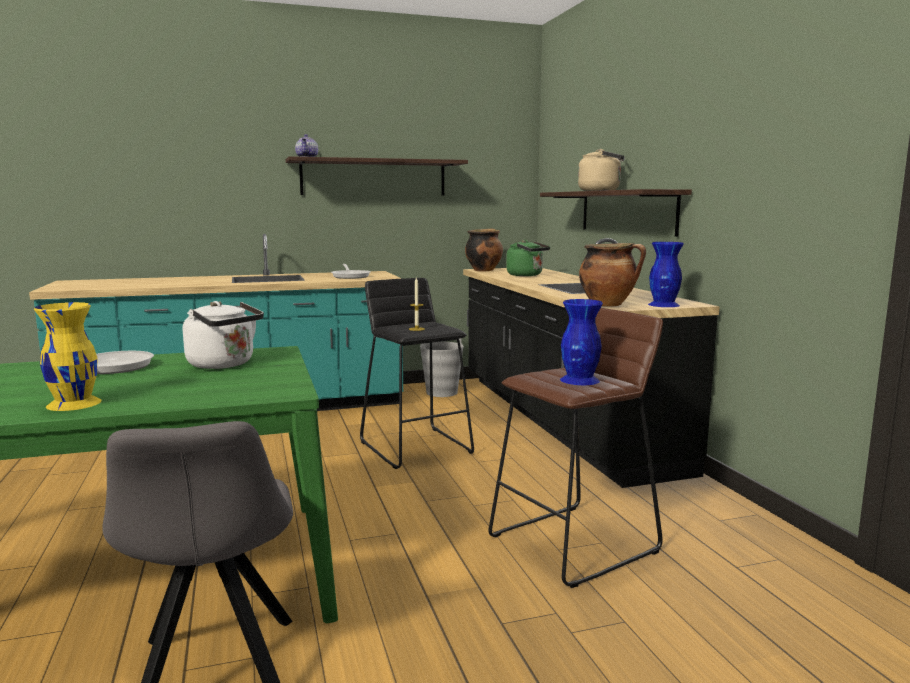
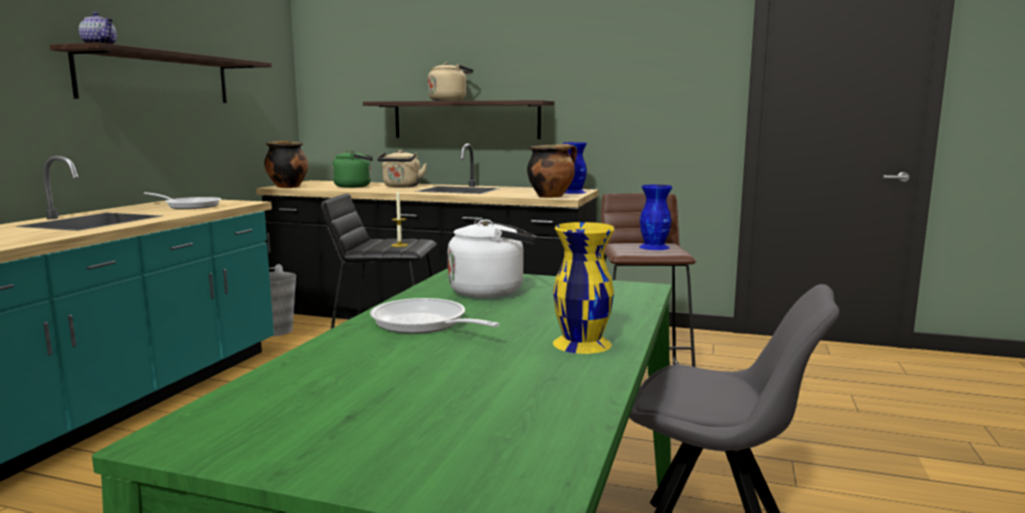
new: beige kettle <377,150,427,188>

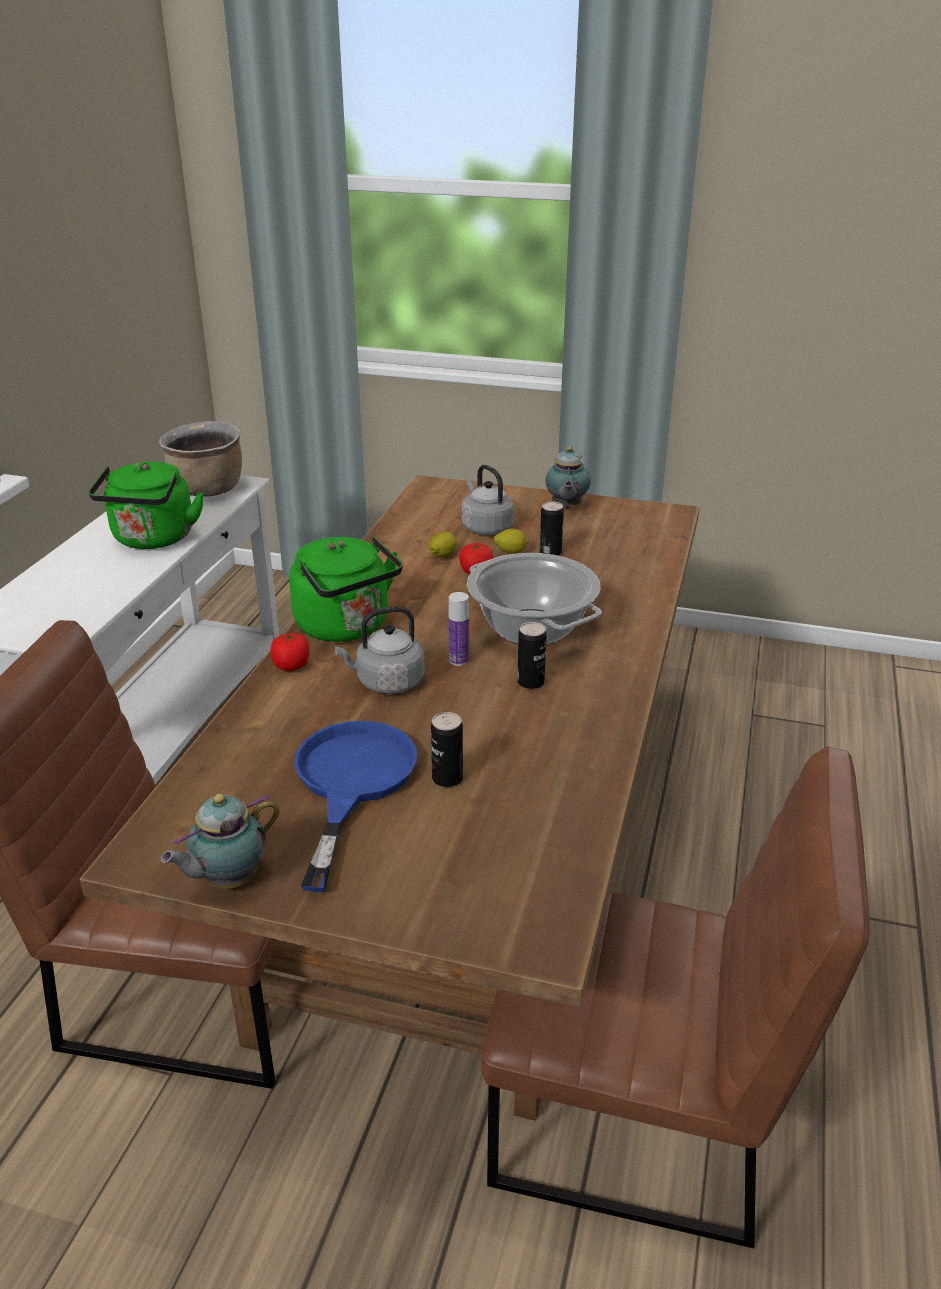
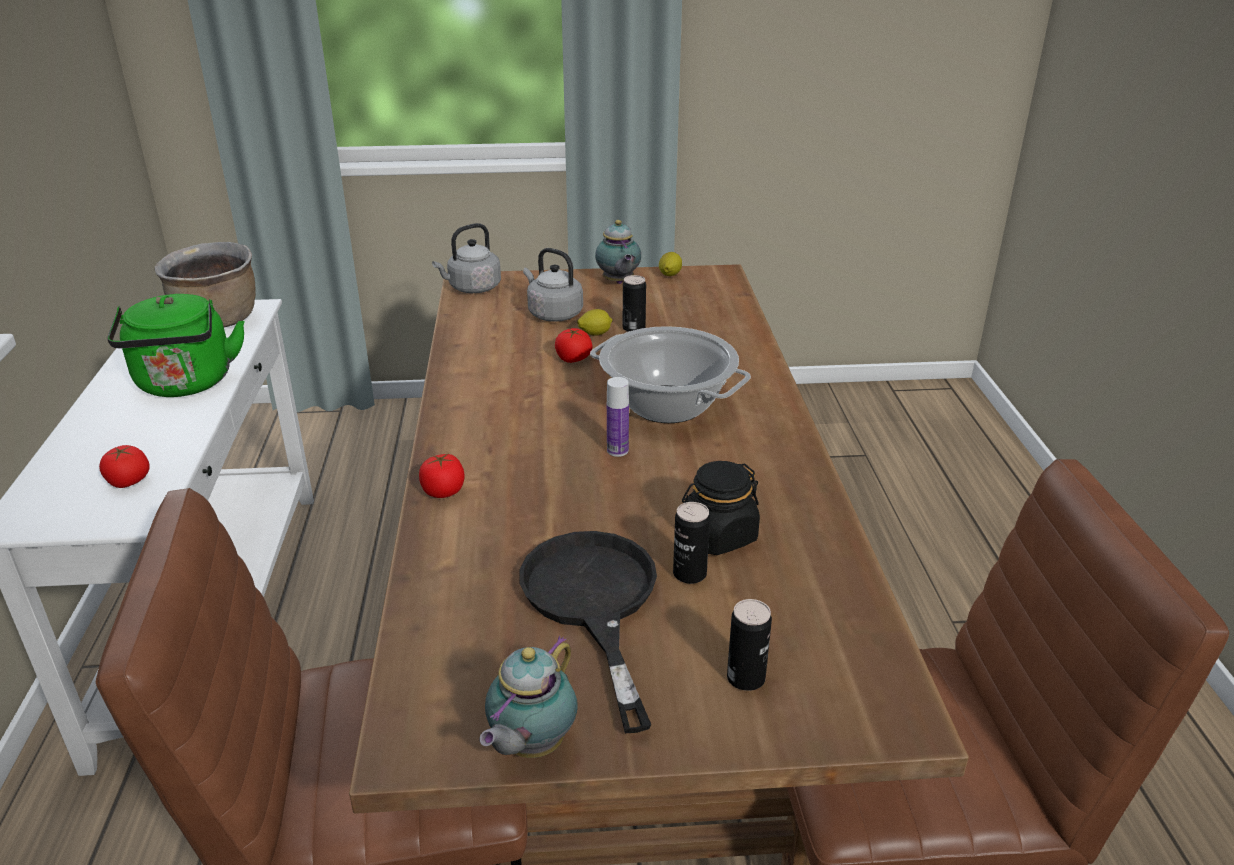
gone: green kettle <289,536,403,642>
new: tomato <99,445,150,488>; black jar <682,461,760,555>
shifted: grey kettle <335,606,425,694> to <432,223,501,293>; lemon <430,531,457,558> to <659,252,682,276>; can <517,622,547,689> to <727,599,772,691>
repainted: blue frying pan <294,721,417,892> to black frying pan <519,531,657,733>

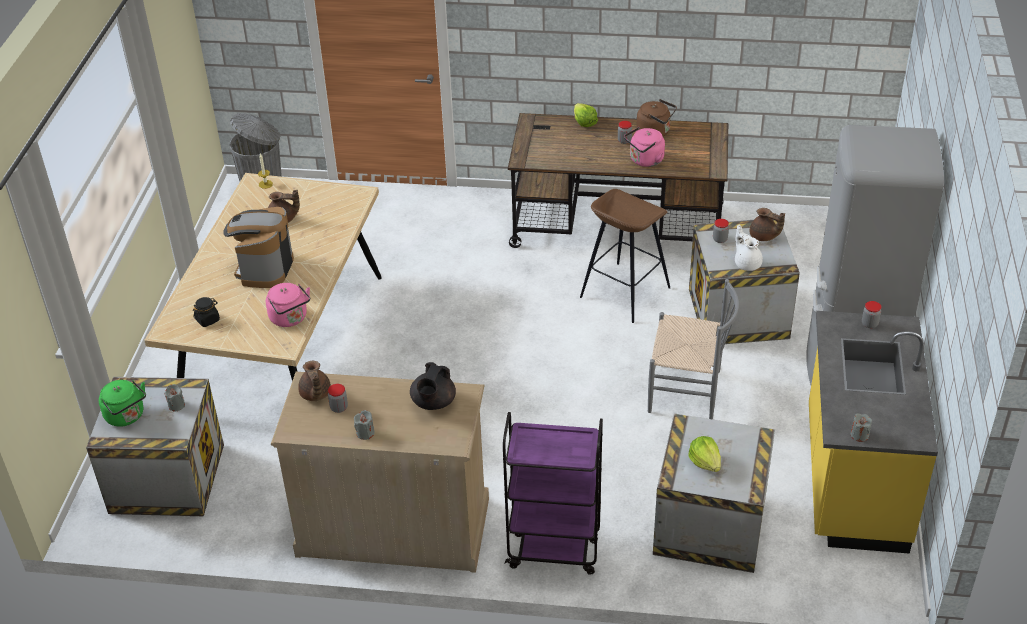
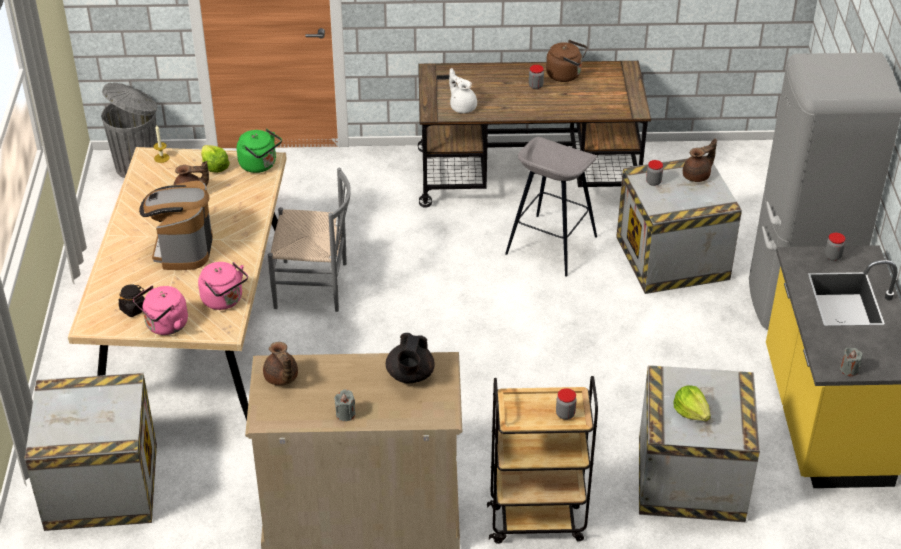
gone: grey candle <164,384,185,412>
shifted: green kettle <99,380,146,427> to <237,129,282,173>; jar <328,384,348,413> to <556,388,577,420>; lettuce <574,103,598,127> to <201,145,230,173>; pink kettle <624,127,665,167> to <133,286,188,335>; grey chair <648,279,739,419> to <268,168,351,312>; white teapot <735,225,763,271> to <449,68,477,113>
repainted: purple cart <503,412,603,575> to brown cart <487,376,598,544>; brown stool <580,189,670,323> to grey stool <505,137,597,276>
rotated: brown teapot <750,208,785,241> = <683,138,717,182> 60 degrees counterclockwise

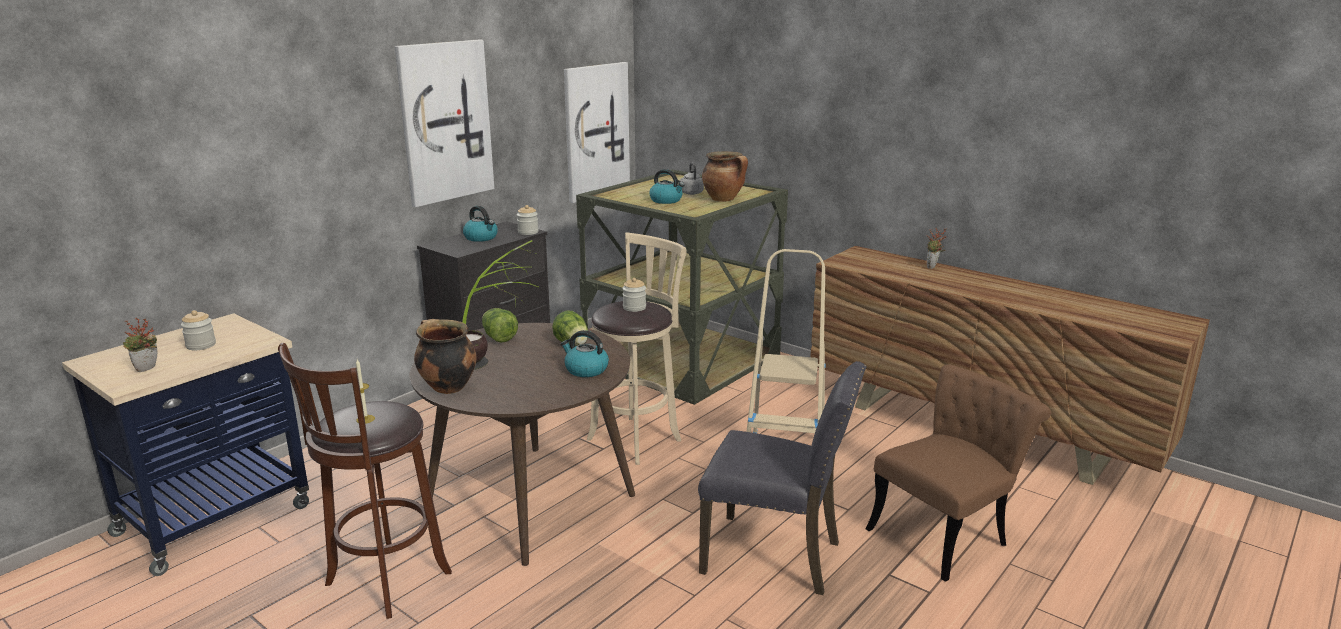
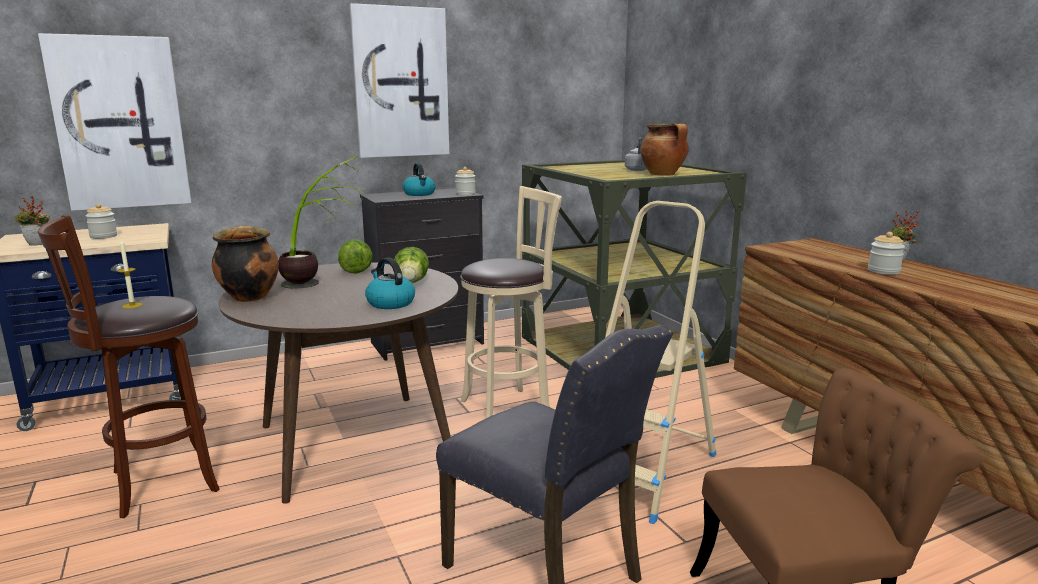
gone: kettle <649,169,684,204>
shifted: picture <564,62,630,203> to <38,33,192,211>; jar <622,278,646,312> to <868,232,905,275>

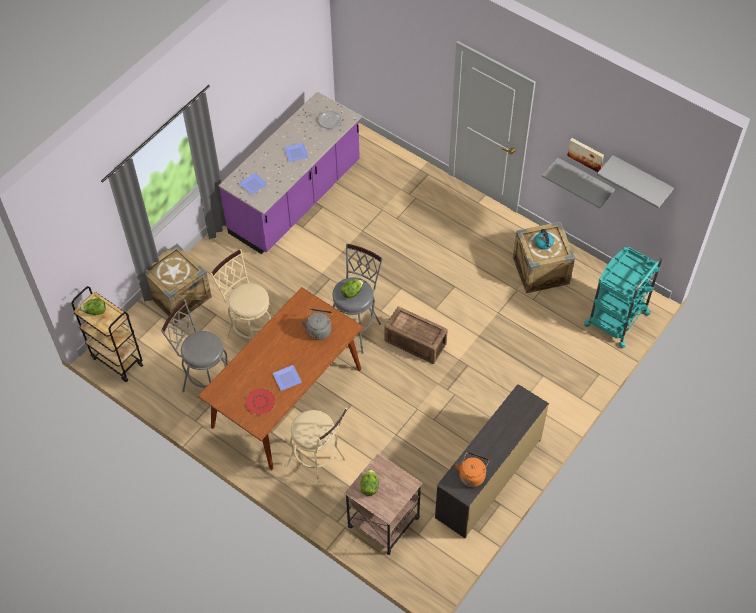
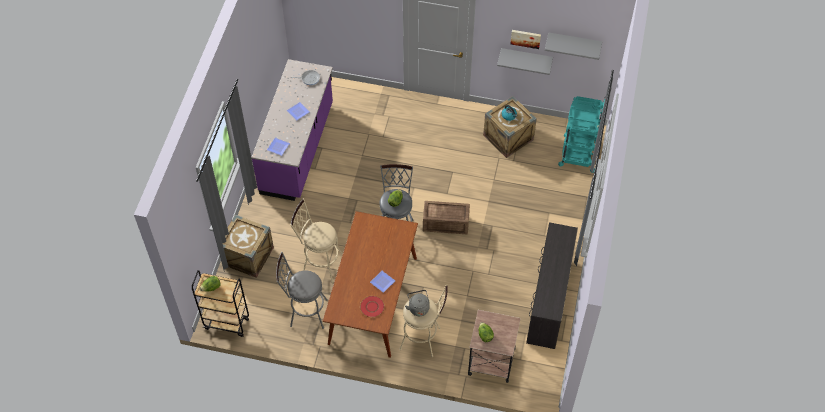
gone: orange kettle <455,452,489,487>
shifted: grey kettle <301,309,332,340> to <405,290,430,316>

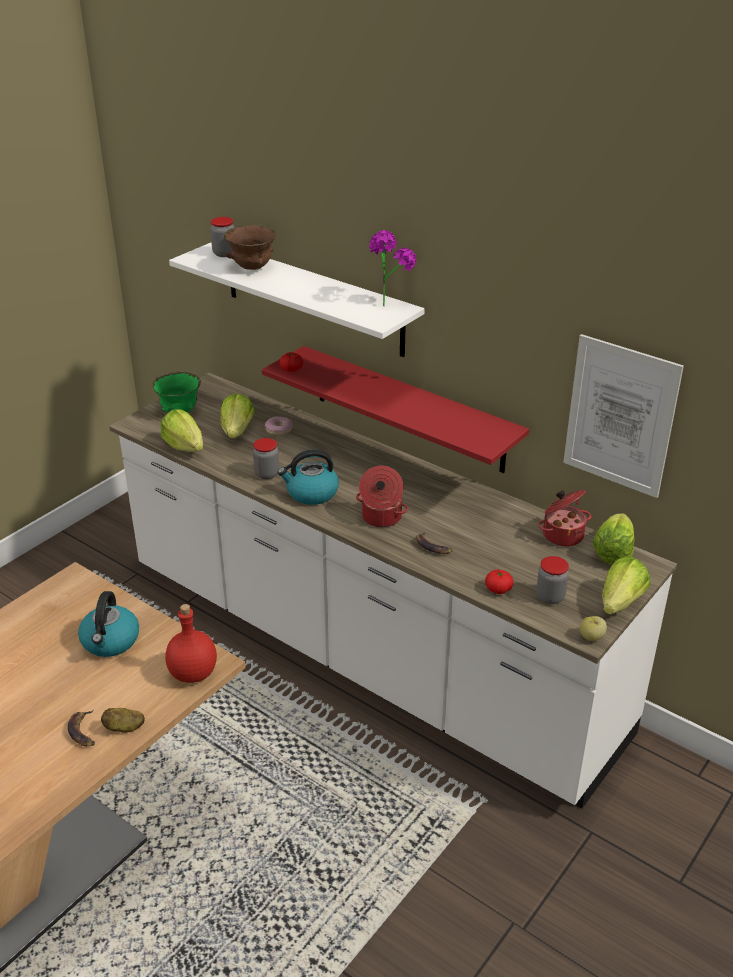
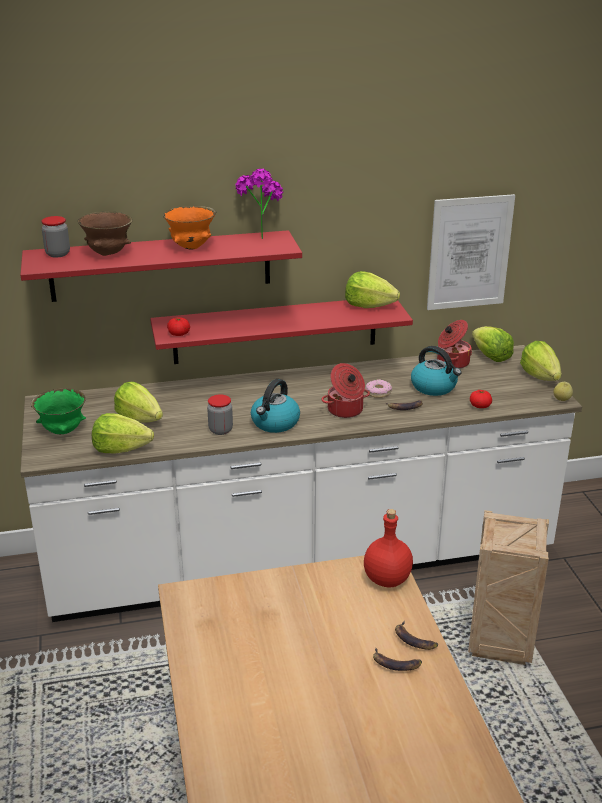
gone: jar <536,556,569,604>
new: orange bowl <163,206,216,249>; lettuce <345,271,400,308>; crate <468,510,549,665>
shifted: kettle <78,591,139,657> to <411,346,461,396>; donut <265,416,292,436> to <366,379,392,398>
swapped: potato <101,708,145,733> to banana <395,621,438,650>
repainted: white shelf <169,243,425,357> to red shelf <20,230,302,302>

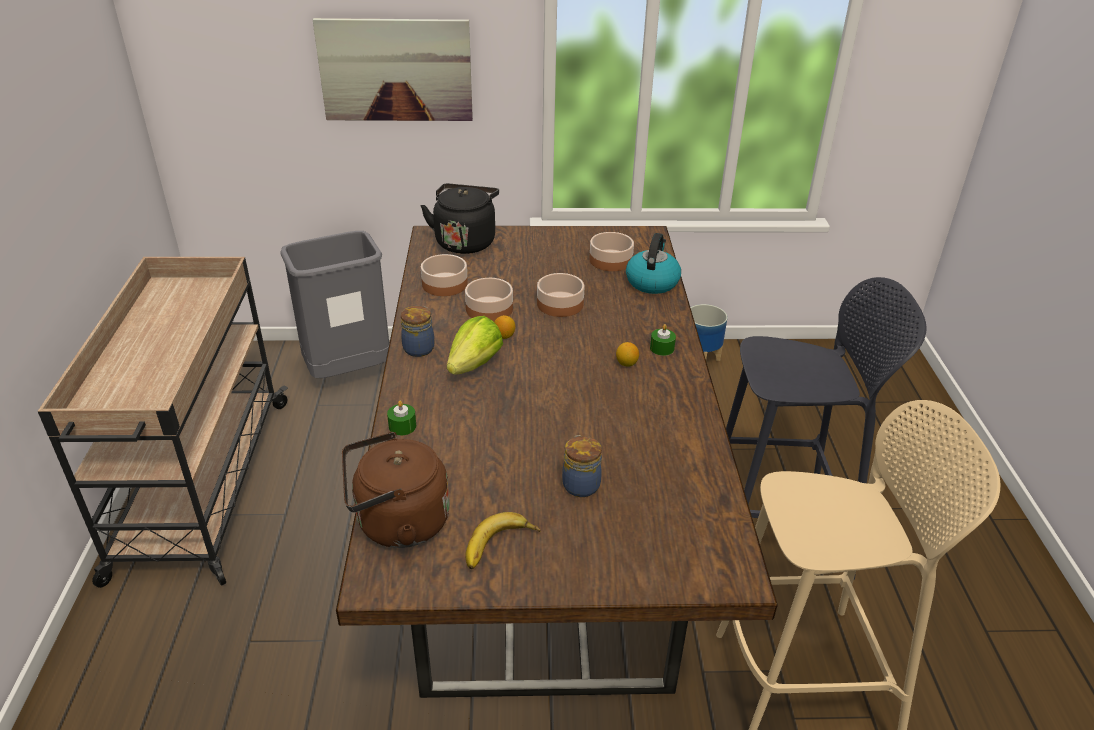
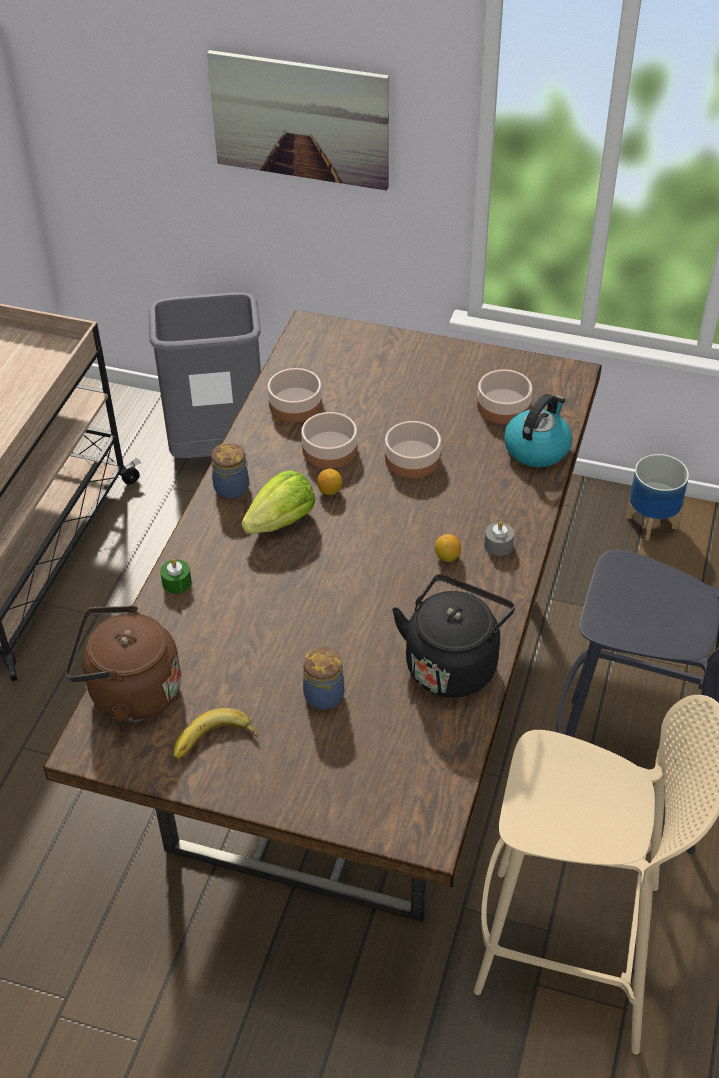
shifted: black kettle <421,184,499,254> to <392,574,515,698>
repainted: green candle <650,324,676,356> to grey candle <484,521,514,556>

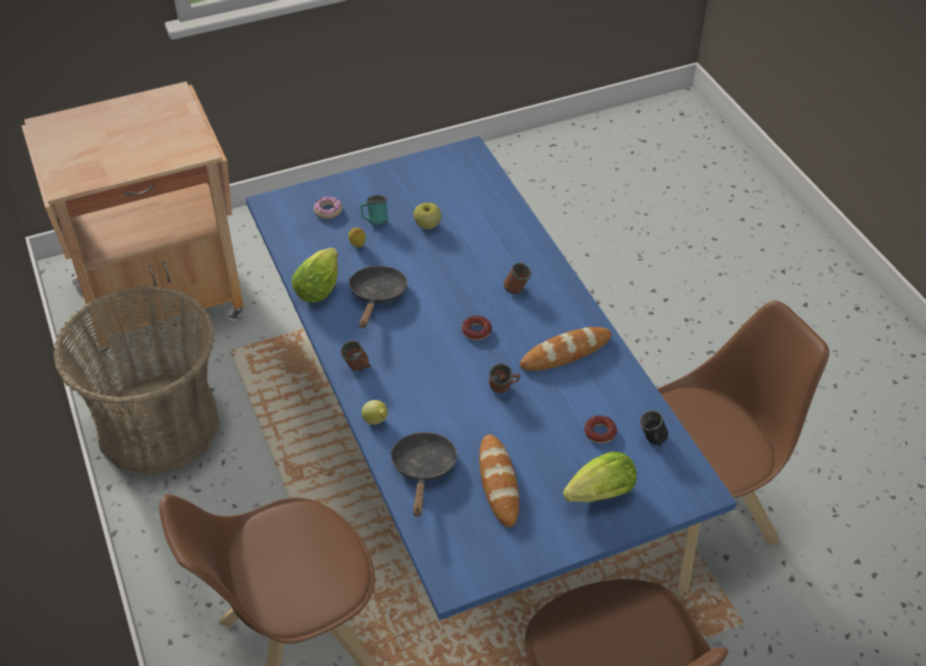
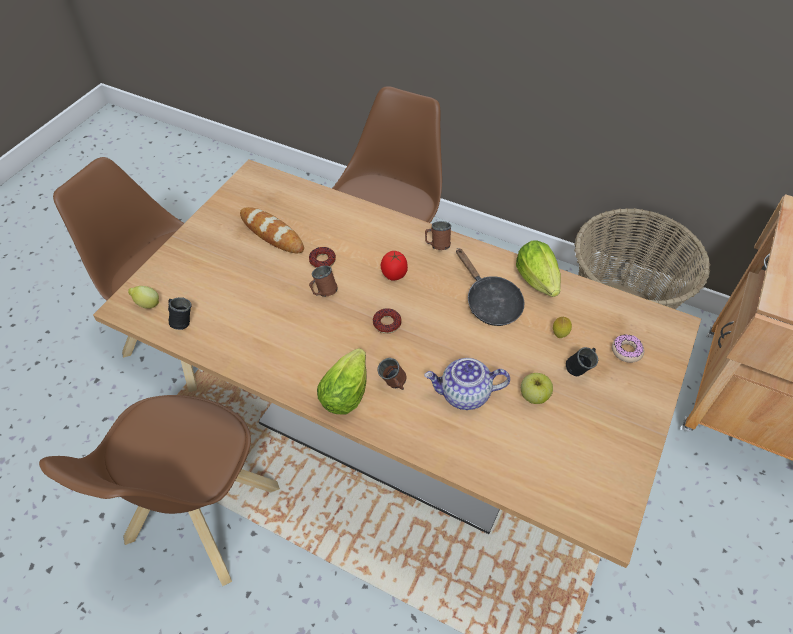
gone: black frying pan <390,432,458,517>; bread <520,327,611,371>
new: tomato <381,251,408,281>; teapot <424,358,510,410>
shifted: lemon <362,400,388,425> to <128,286,160,309>; lettuce <563,451,637,502> to <317,348,367,415>; donut <584,416,617,443> to <309,247,336,268>
repainted: blue dining table <246,136,737,620> to beige dining table <93,159,701,568>; turquoise mug <360,195,388,224> to black mug <566,347,598,376>

